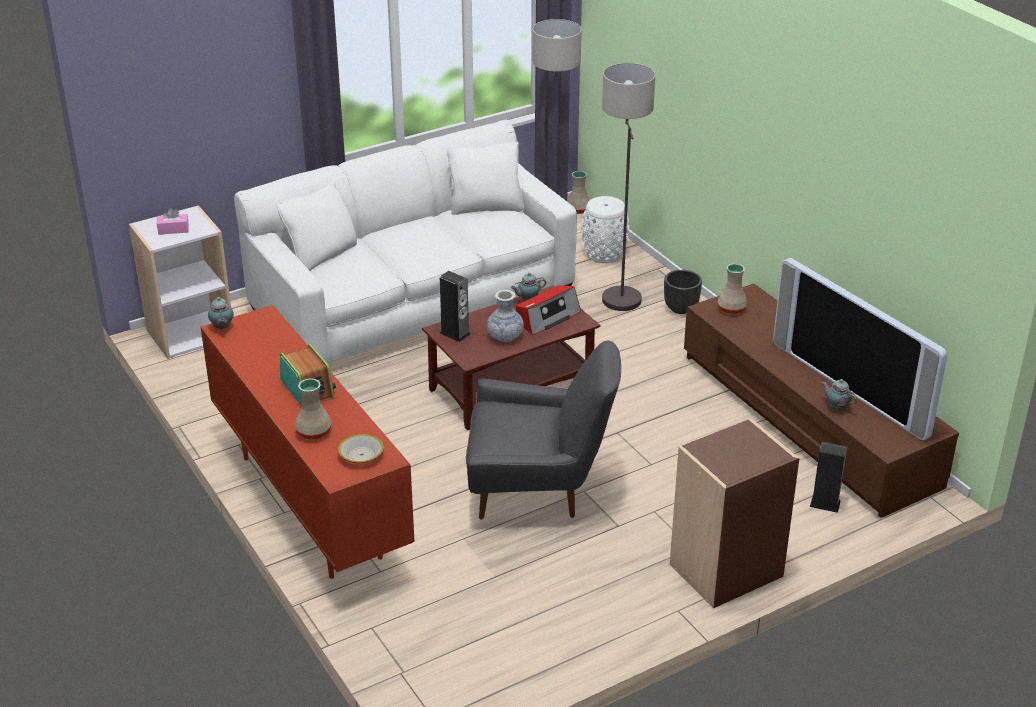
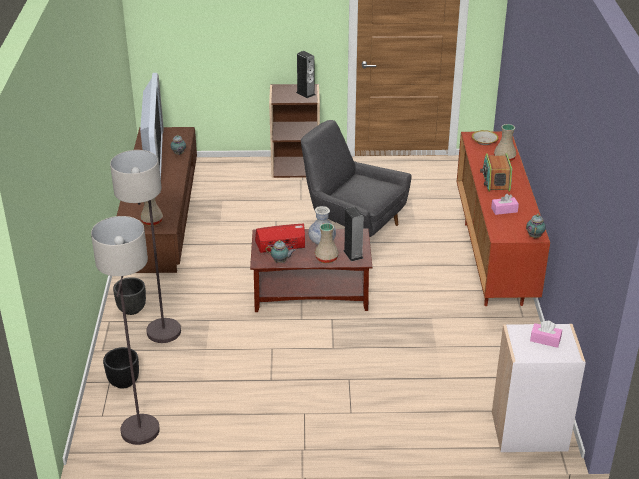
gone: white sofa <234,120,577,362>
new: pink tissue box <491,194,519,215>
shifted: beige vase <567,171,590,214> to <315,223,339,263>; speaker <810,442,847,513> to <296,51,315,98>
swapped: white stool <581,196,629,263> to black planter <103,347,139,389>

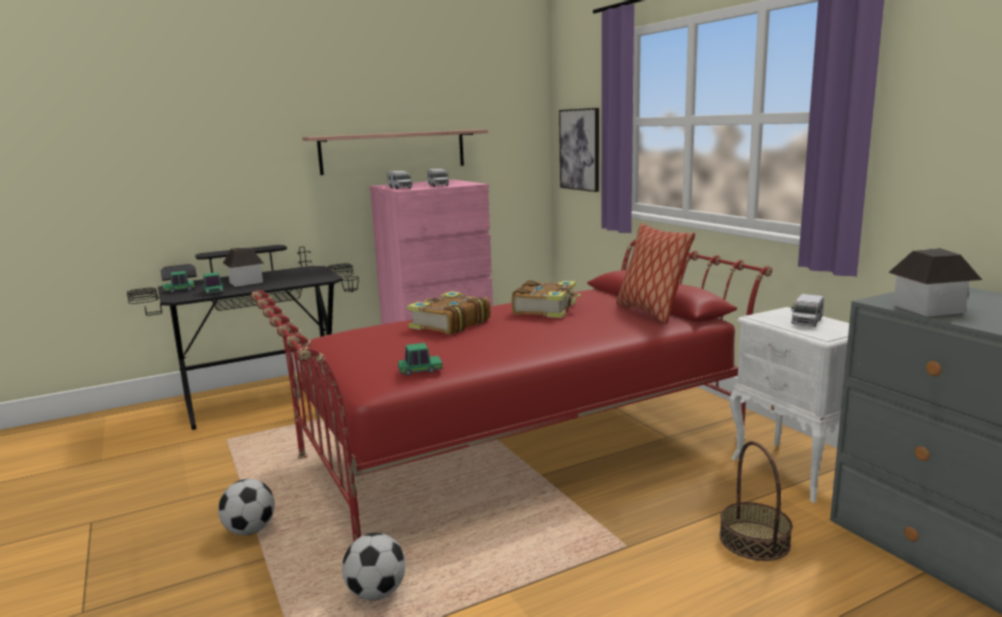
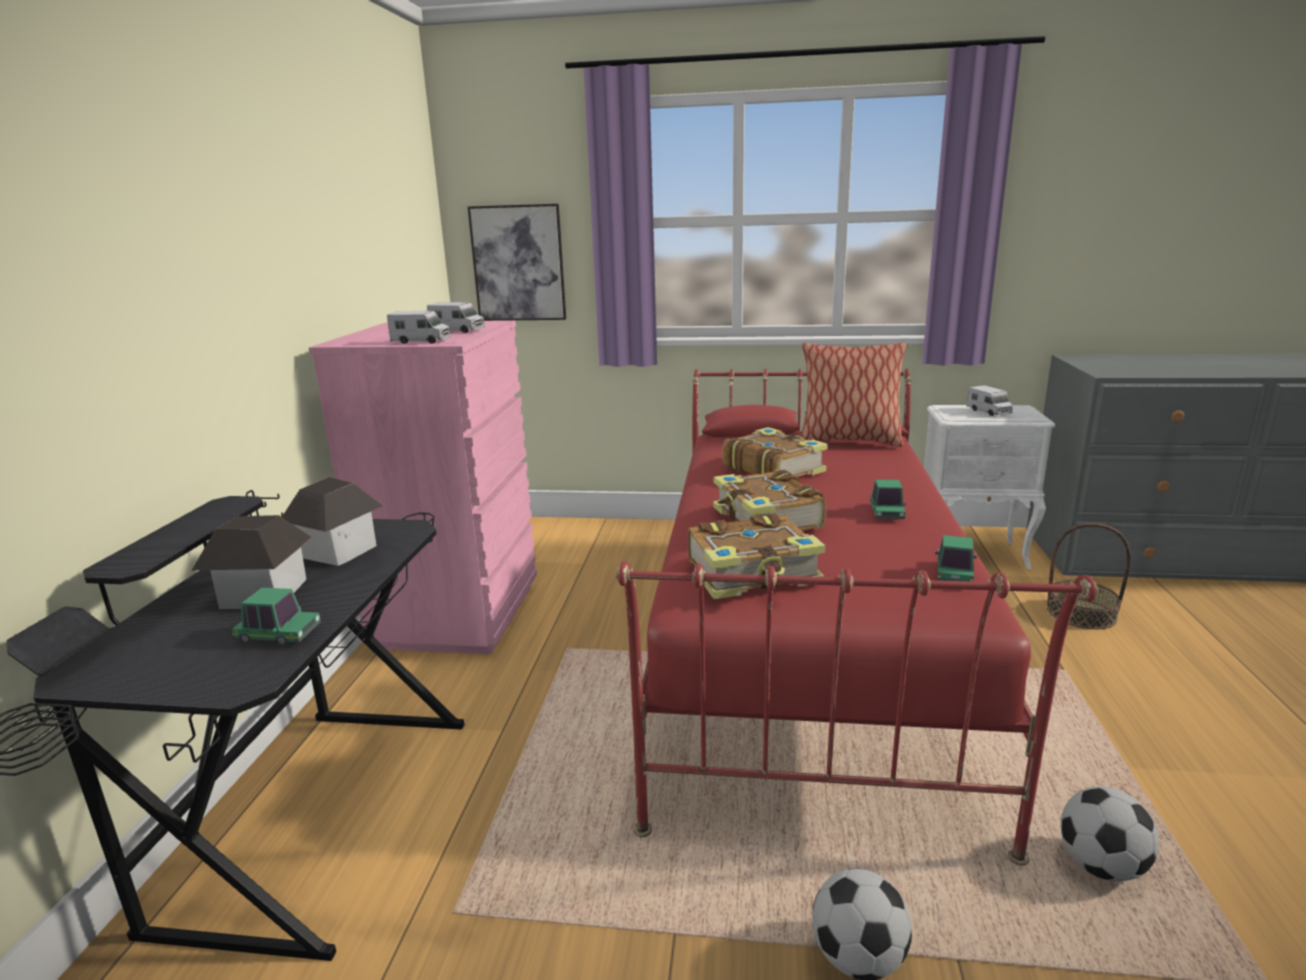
gone: shelf <302,130,488,175>
new: book <688,513,825,599>
shifted: toy car <163,271,195,293> to <870,479,906,519>; toy house <888,248,982,316> to <282,477,383,566>

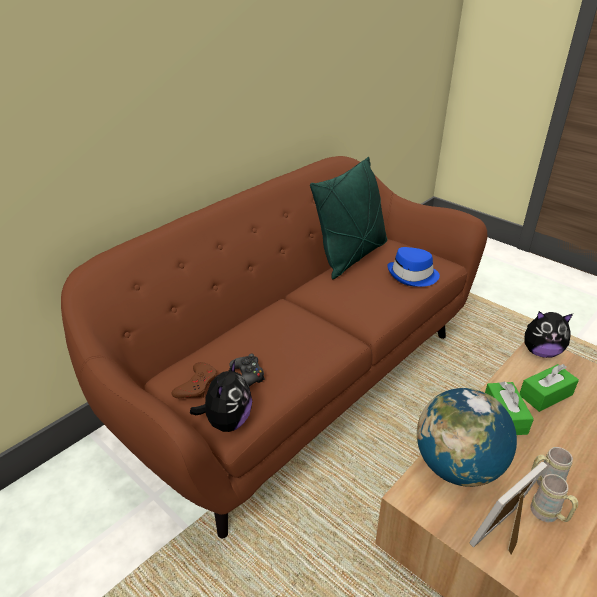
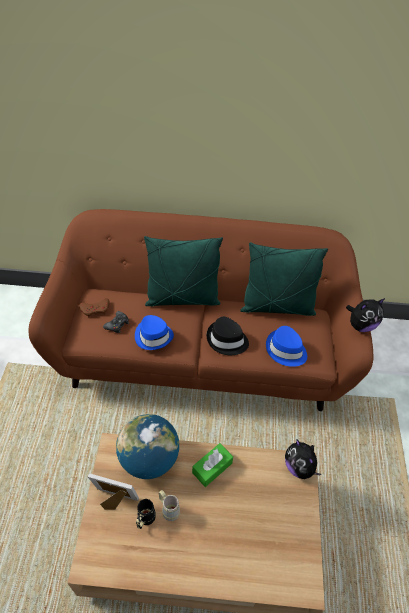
gone: green tissue box <519,364,579,412>
new: blue hat <135,315,174,350>; green pillow <144,236,223,307>; black hat <207,317,249,355>
shifted: plush toy <190,360,252,432> to <346,298,385,332>
repainted: beige mug <530,474,578,522> to black mug <136,499,156,529>

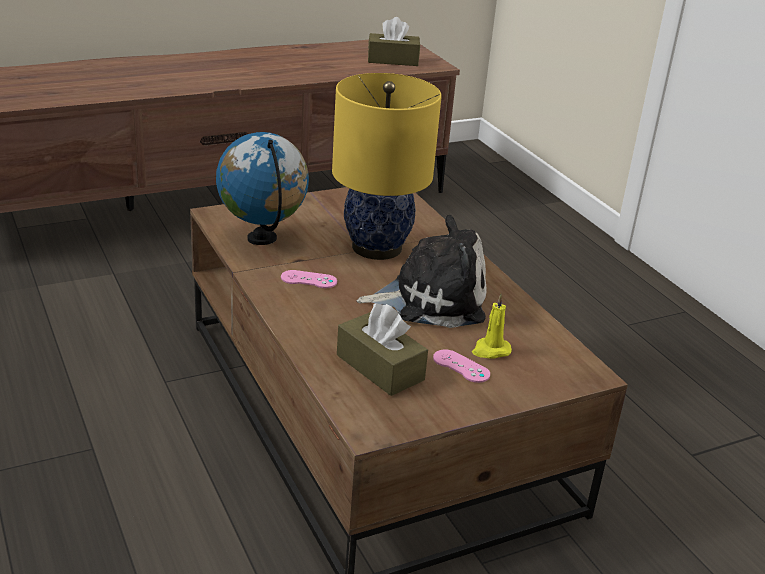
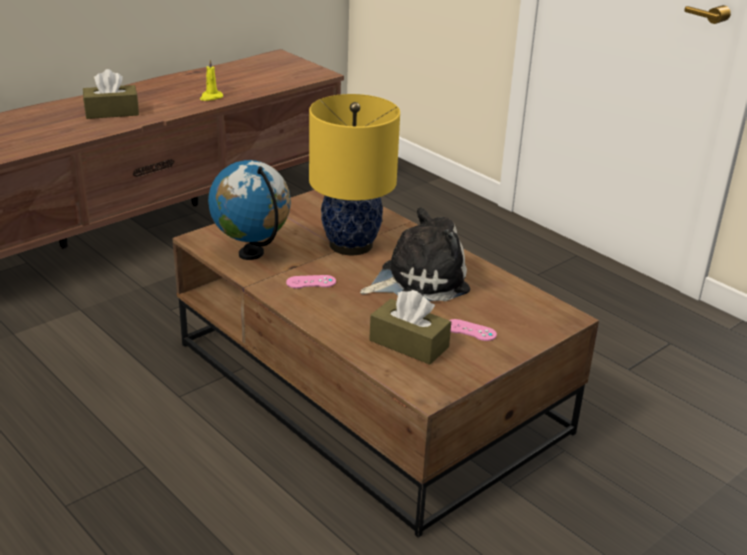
shifted: brown tissue box <368,17,420,66> to <83,69,139,119>; yellow candle <472,294,512,358> to <200,60,223,101>

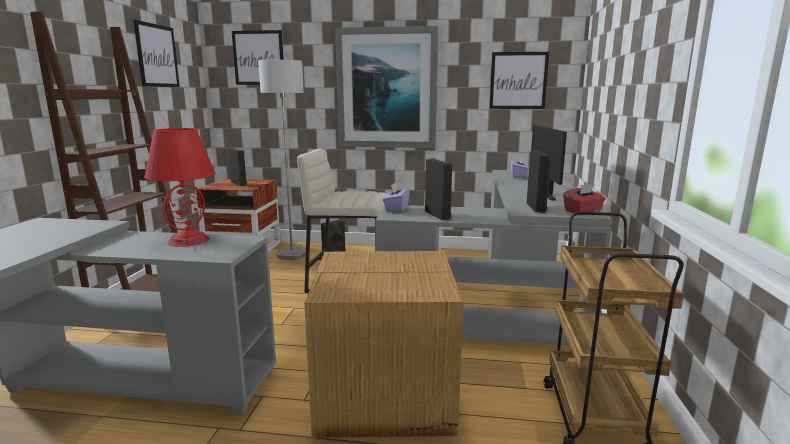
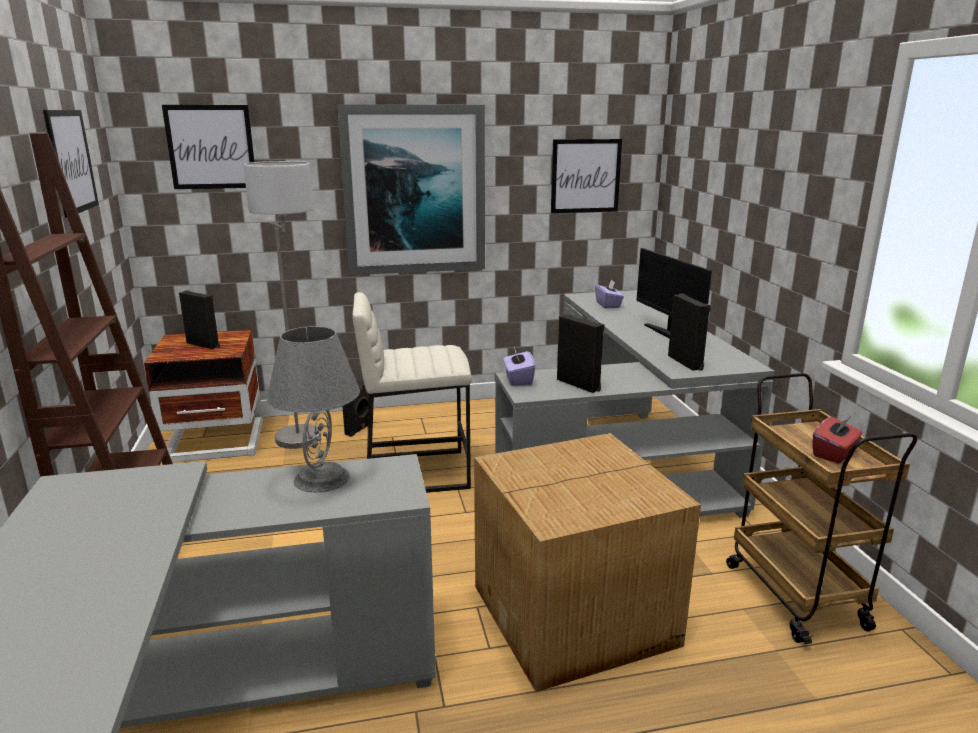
shifted: red tissue box <563,184,606,213> to <813,416,862,464>
repainted: red table lamp <144,128,215,247> to grey table lamp <267,326,360,492>

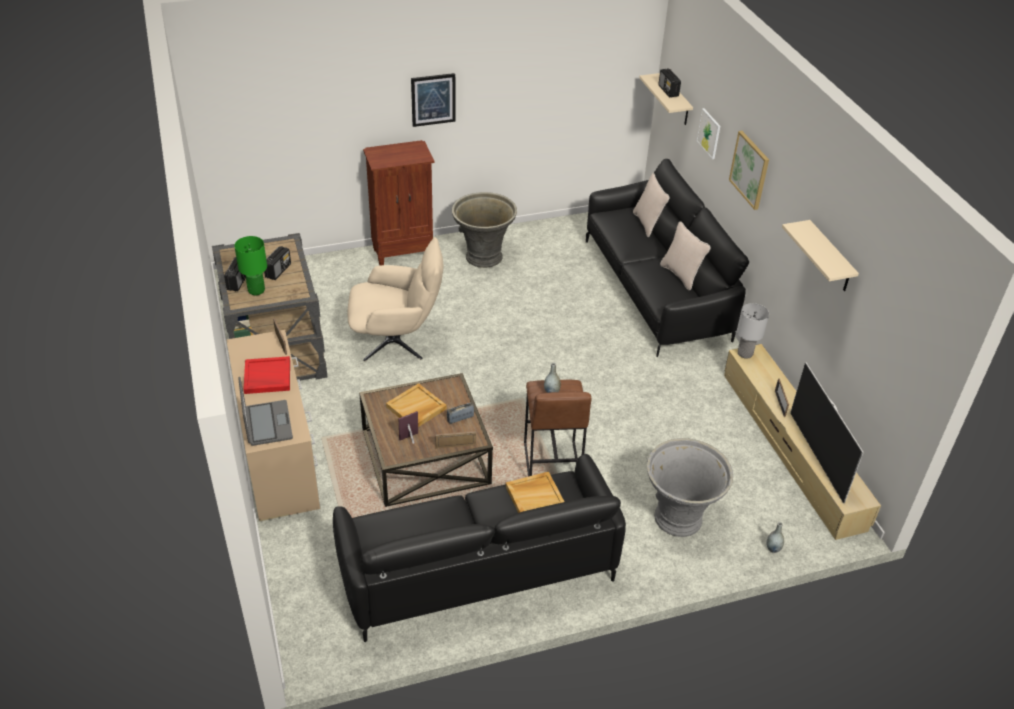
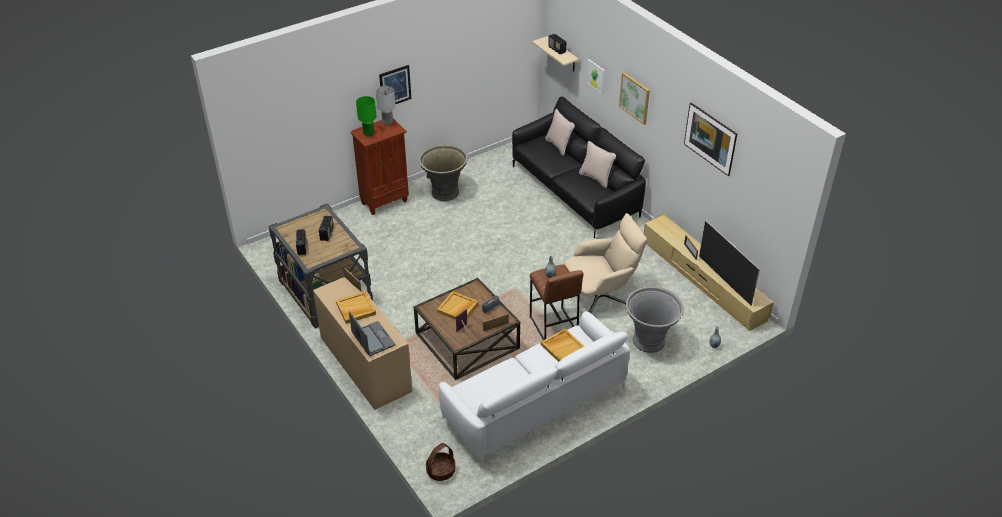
new: basket <426,443,455,481>
shifted: green table lamp <234,236,267,295> to <356,96,377,136>; beige armchair <348,237,443,361> to <564,213,647,313>; grey table lamp <737,303,769,358> to <376,86,396,125>
swapped: beige shelf <782,220,859,291> to picture <684,103,737,176>
repainted: red tray <243,356,290,394> to beige tray <336,291,376,324>; black sofa <333,454,626,643> to white sofa <438,311,630,467>

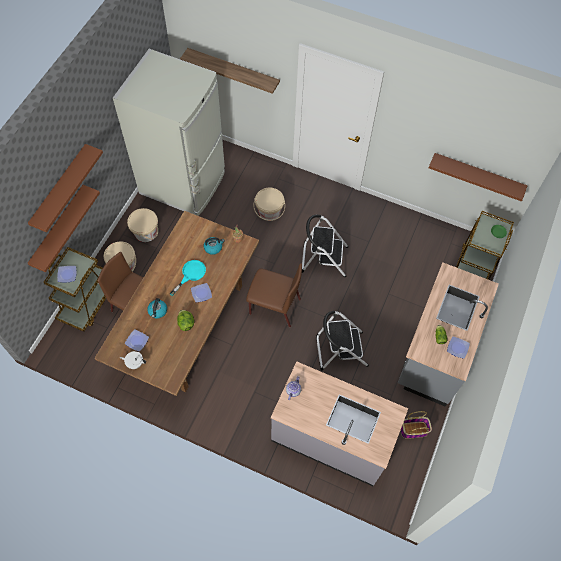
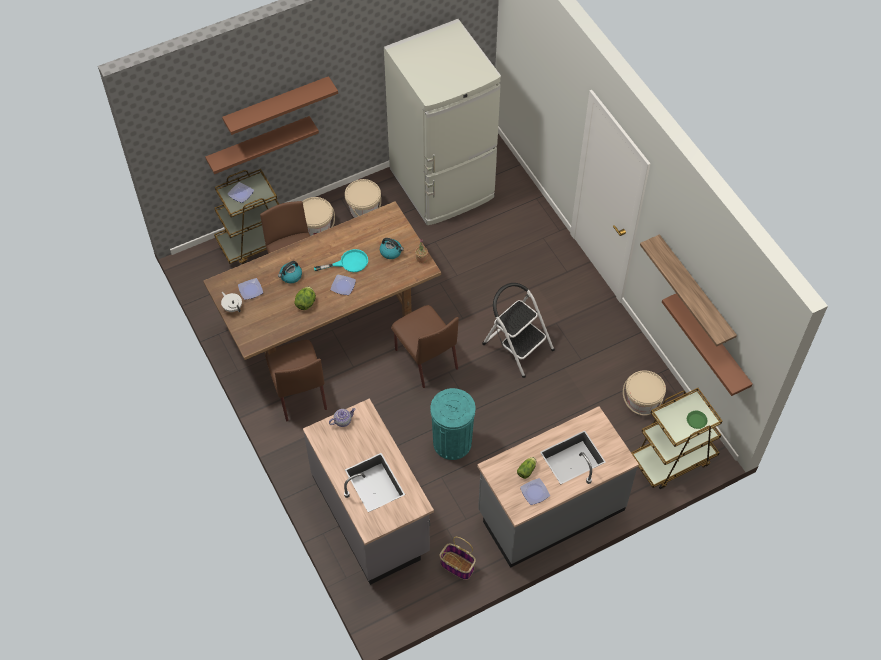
new: brown chair <265,340,327,421>
shifted: shelf <180,48,280,94> to <640,234,737,347>; beige bucket <254,188,285,221> to <623,370,666,415>
swapped: step ladder <316,311,369,371> to turquoise trash can <431,388,475,460>

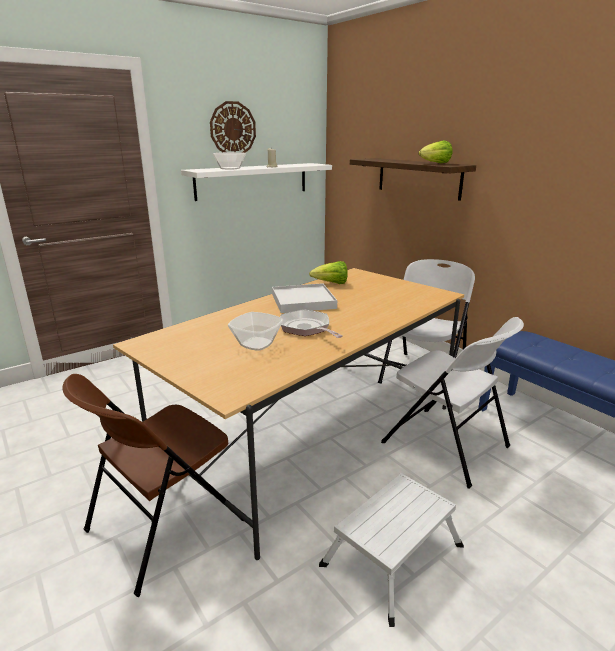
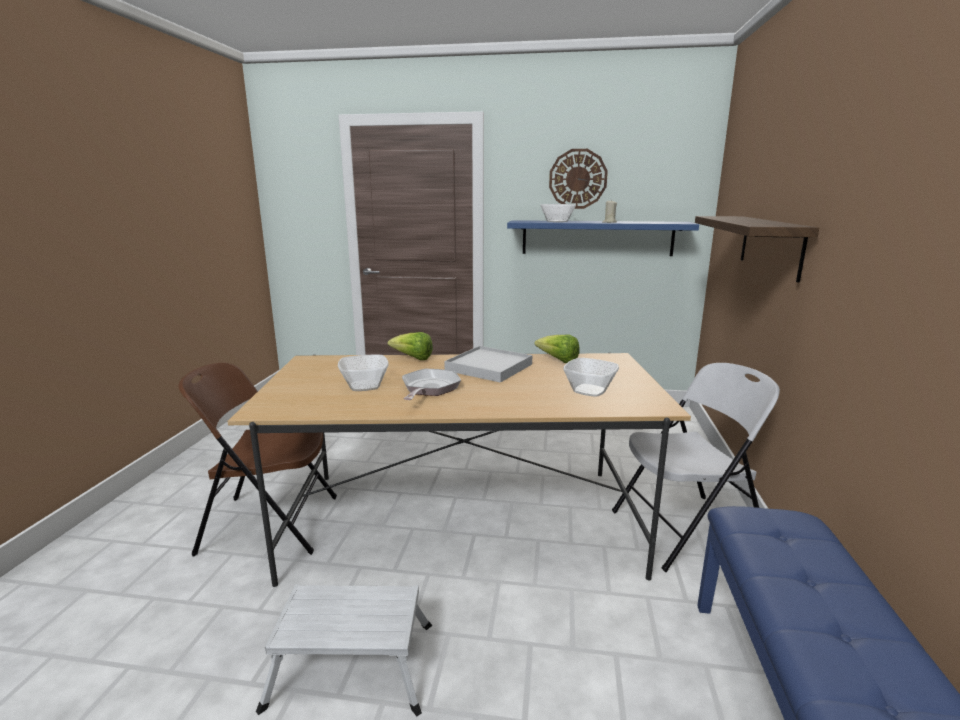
gone: white chair <381,317,524,489>
new: bowl <563,358,619,397>
shifted: lettuce <419,140,452,163> to <388,332,433,360>
repainted: white shelf <181,163,332,201> to blue shelf <507,220,699,256>

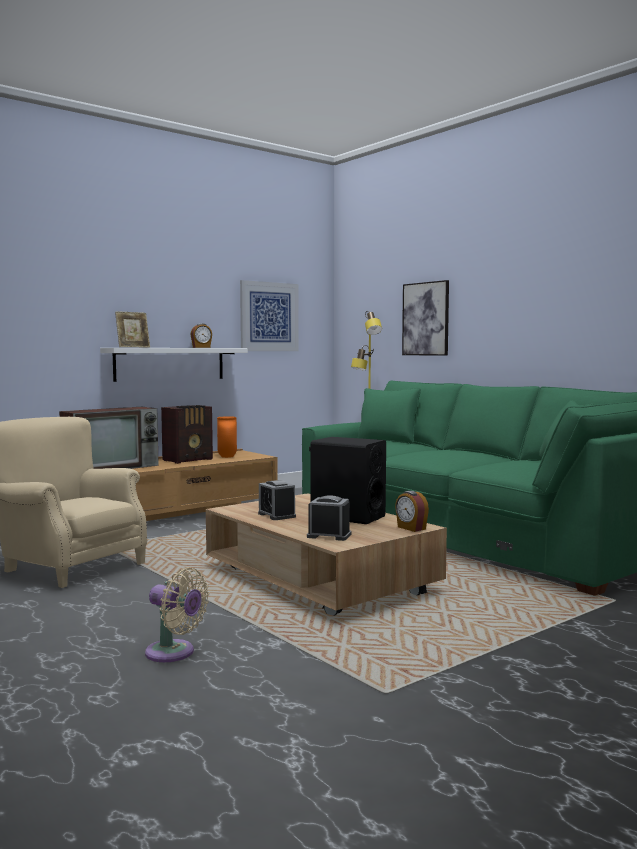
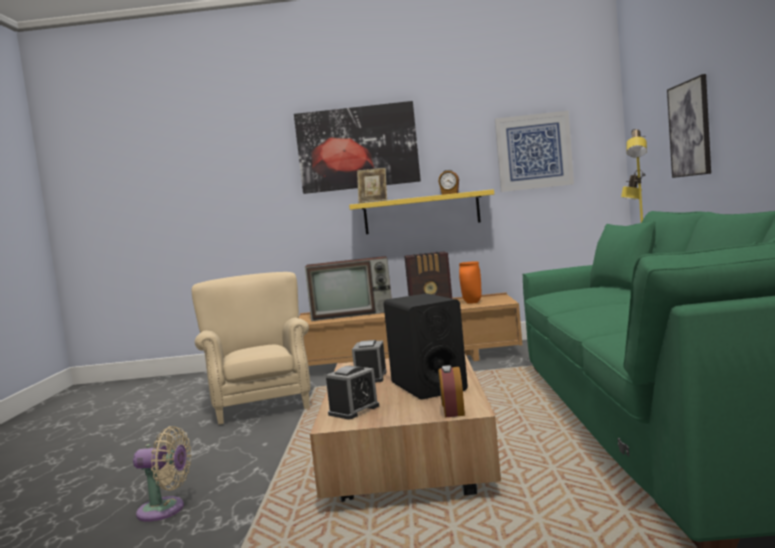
new: picture <294,101,421,194>
repainted: white shelf <100,348,248,382> to yellow shelf <349,189,494,234>
rotated: beige fan <145,567,209,662> = <133,426,192,522> 60 degrees counterclockwise; alarm clock <307,495,352,541> = <326,366,379,419> 75 degrees clockwise

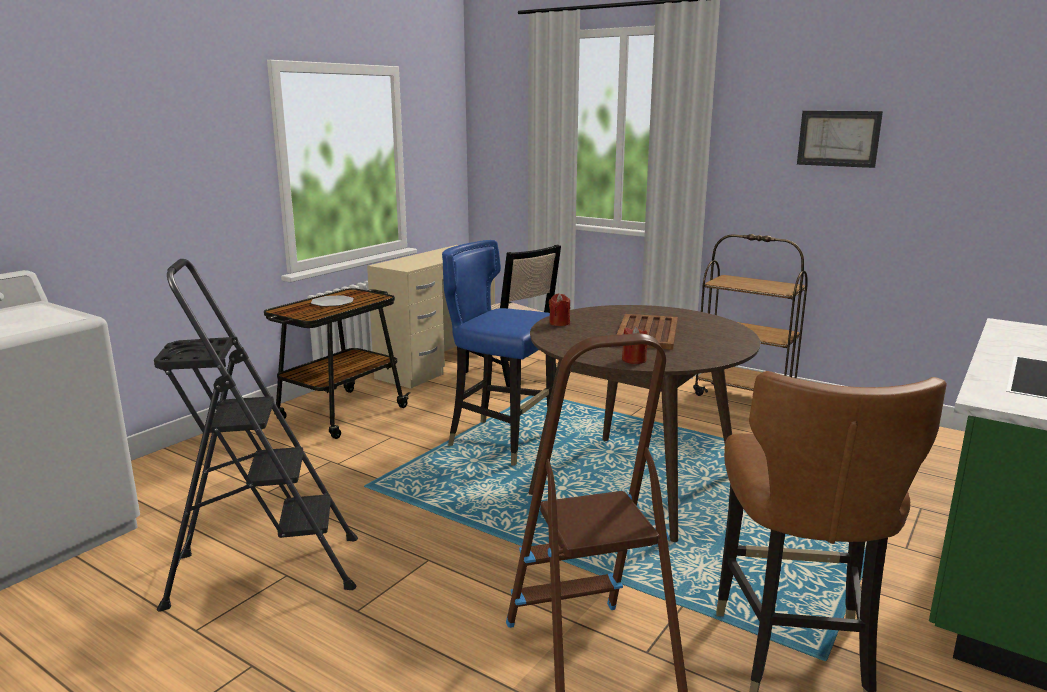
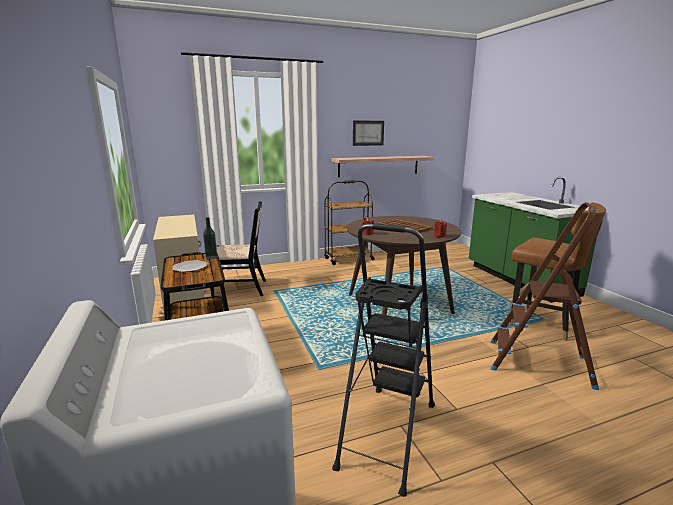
gone: blue chair <442,240,556,466>
new: bottle <203,217,217,260>; shelf <331,156,434,177>

